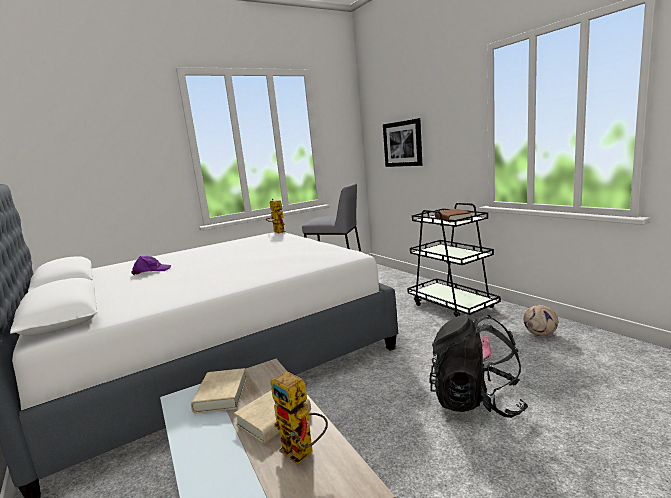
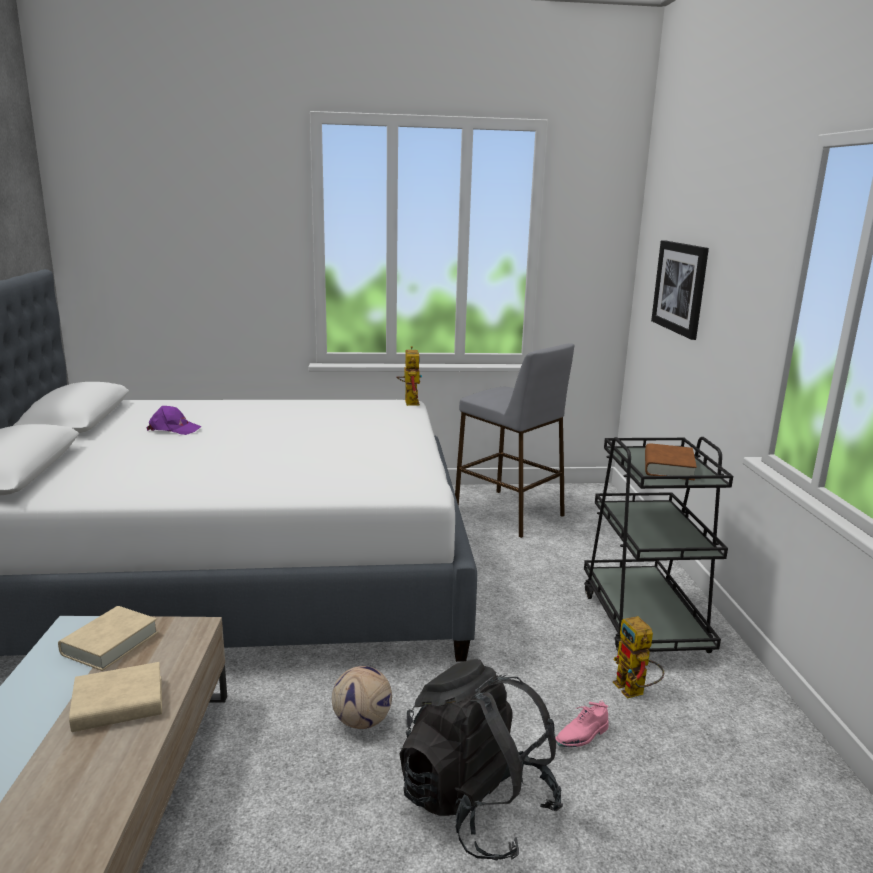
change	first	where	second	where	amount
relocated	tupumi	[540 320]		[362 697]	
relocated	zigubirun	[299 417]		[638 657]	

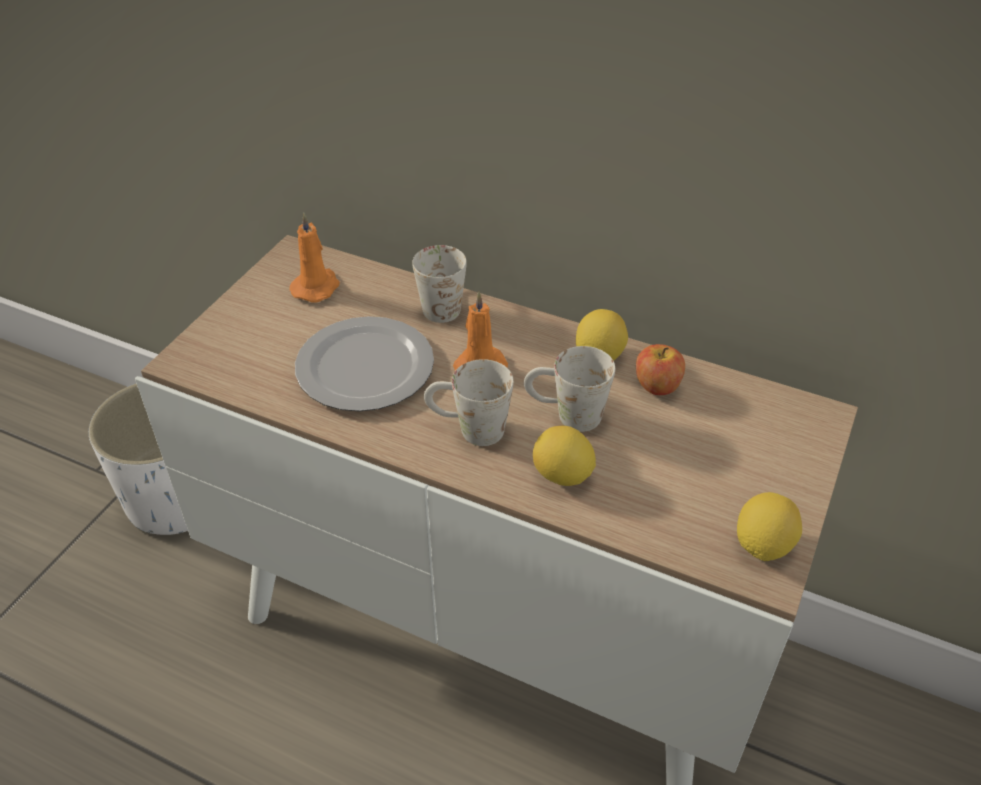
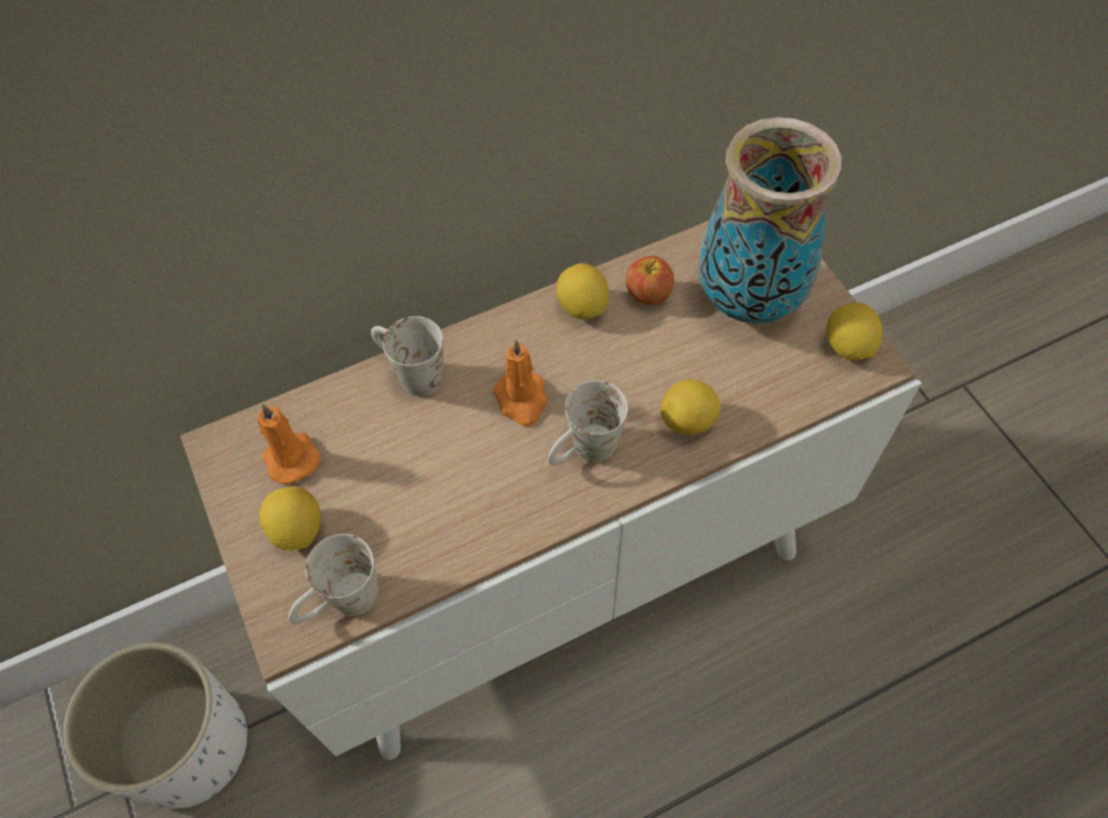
change	first	where	second	where	amount
appeared			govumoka	[290 518]	
relocated	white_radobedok	[569 389]		[333 579]	
appeared			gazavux	[770 220]	
missing	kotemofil	[364 364]			

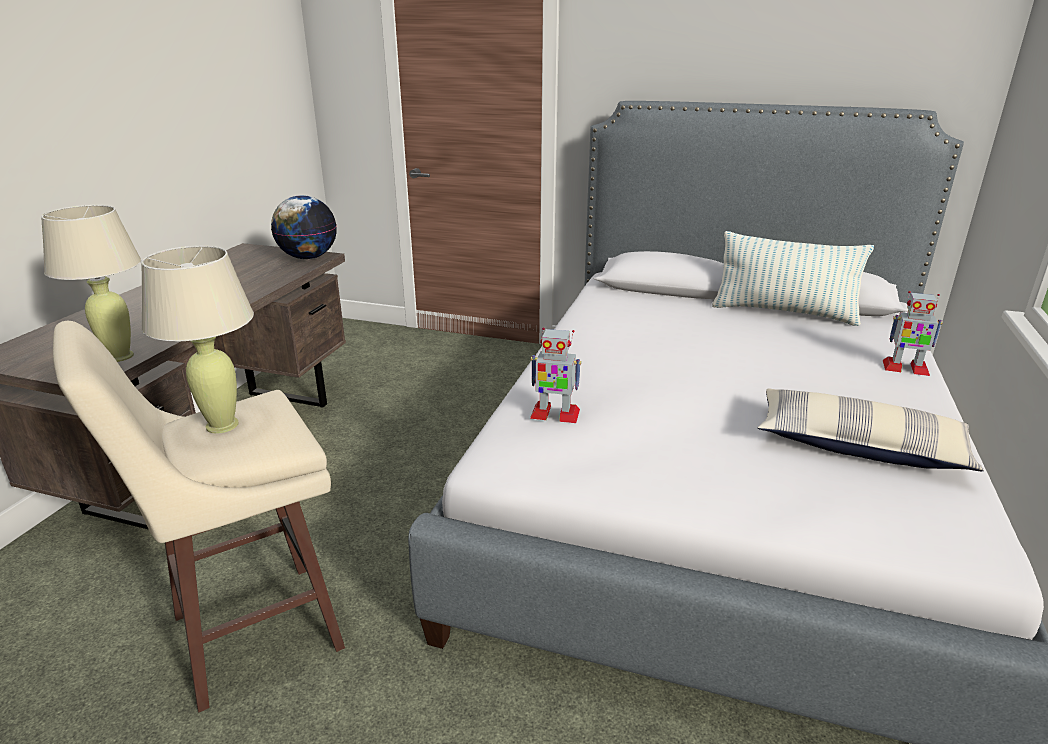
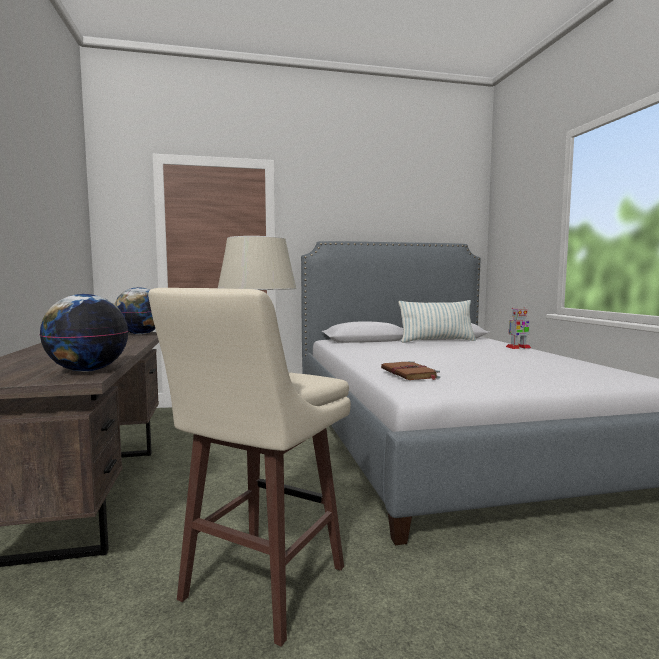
change	first	where	second	where	amount
exchanged	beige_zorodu	[91 283]	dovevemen	[84 333]	
exchanged	zigubirun	[555 375]	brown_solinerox	[410 370]	
missing	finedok	[871 429]			

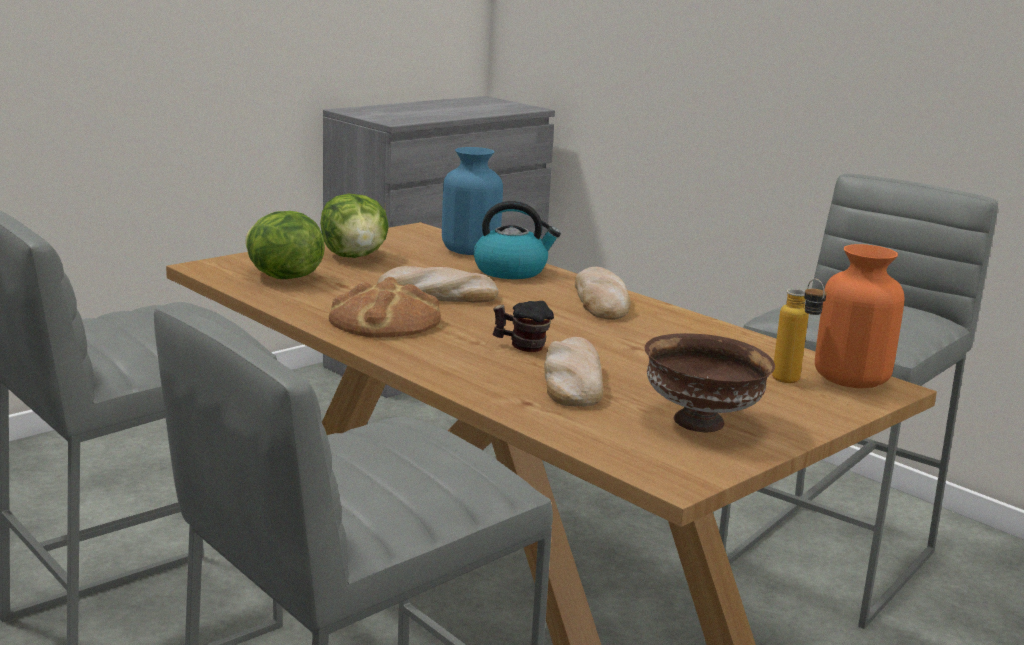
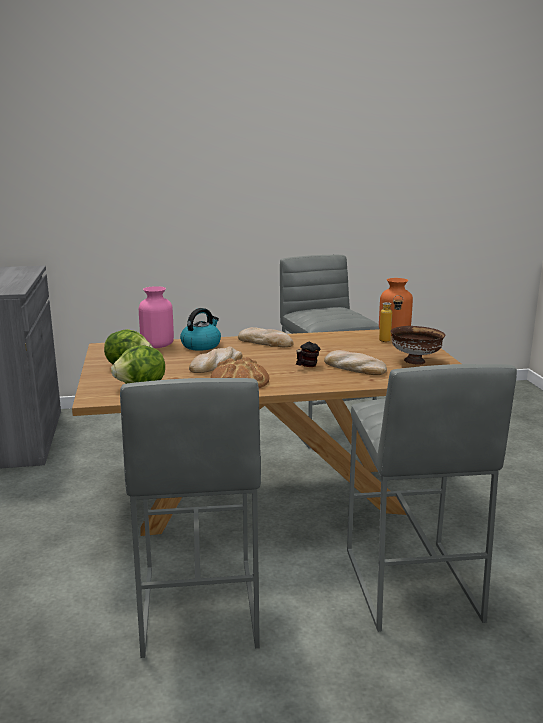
change	first	where	second	where	amount
colour	blue_gazavux	[472 201]	pink_gazavux	[156 317]	

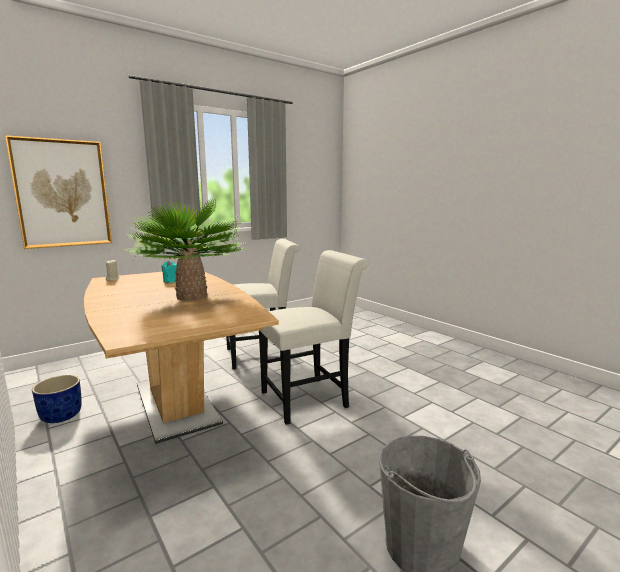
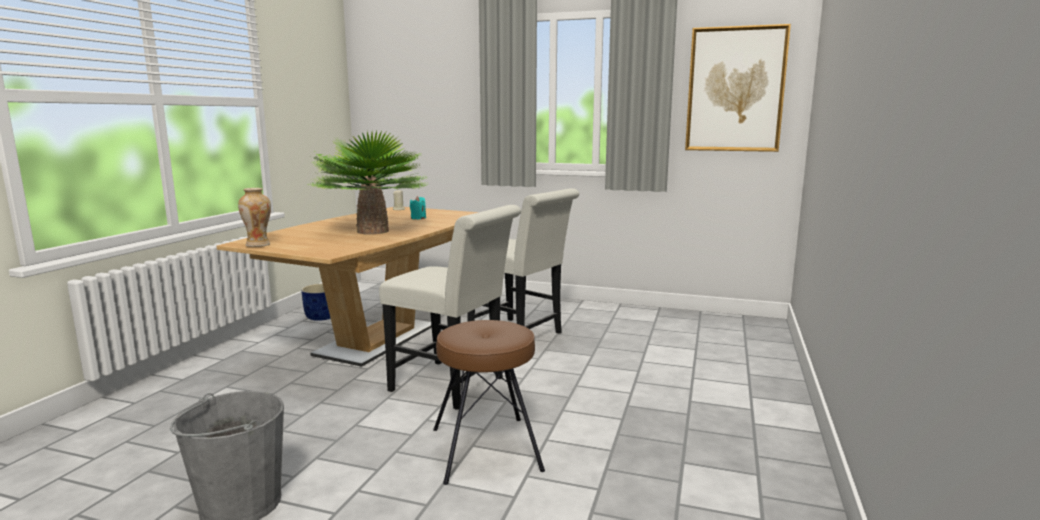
change	first	where	second	where	amount
appeared			gazavux	[254 217]	
appeared			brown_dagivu	[489 402]	
relocated	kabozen	[58 192]		[738 88]	

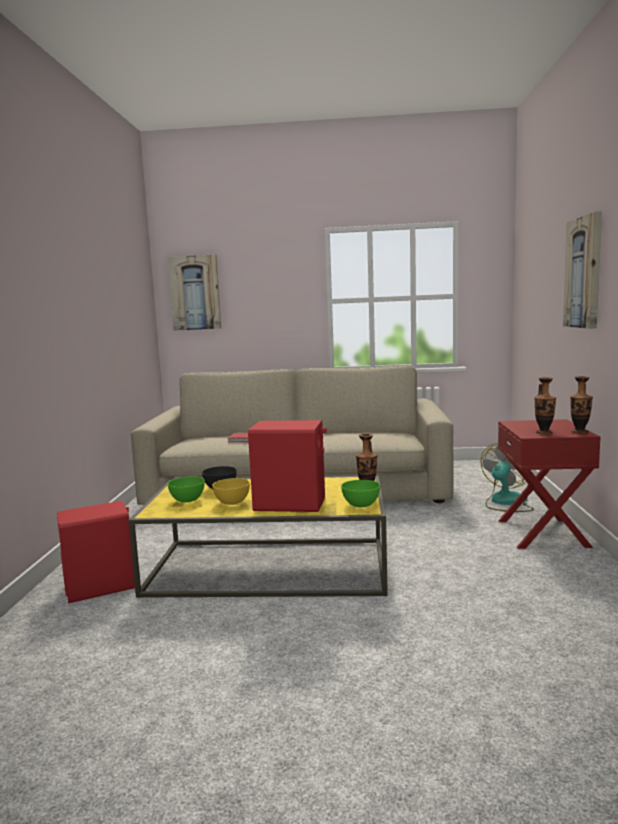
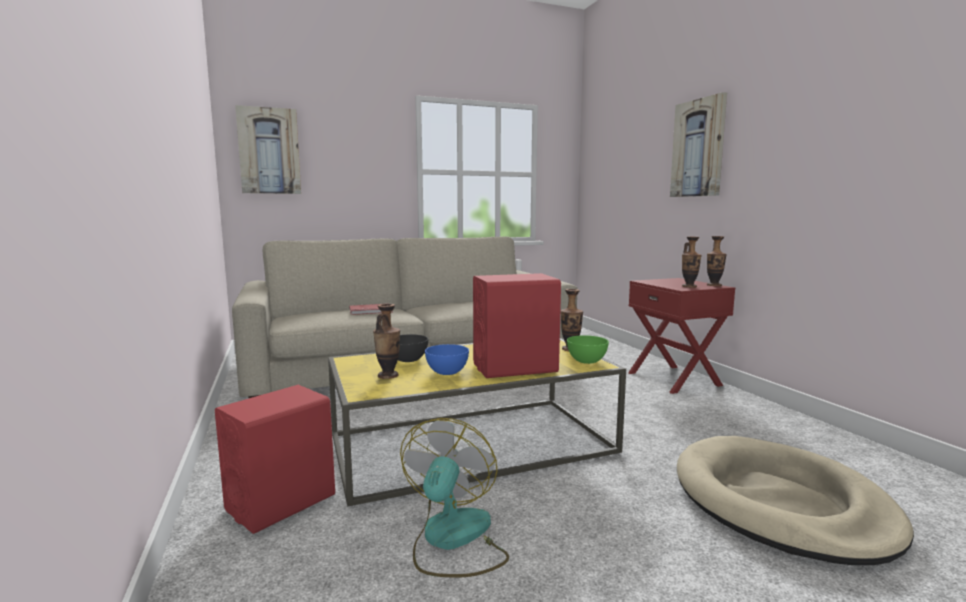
change	first	where	second	where	amount
exchanged	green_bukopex	[186 490]	gazavux	[386 341]	
relocated	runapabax	[507 477]		[454 498]	
colour	yellow_bukopex	[231 491]	blue_bukopex	[447 359]	
appeared			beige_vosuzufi	[795 500]	

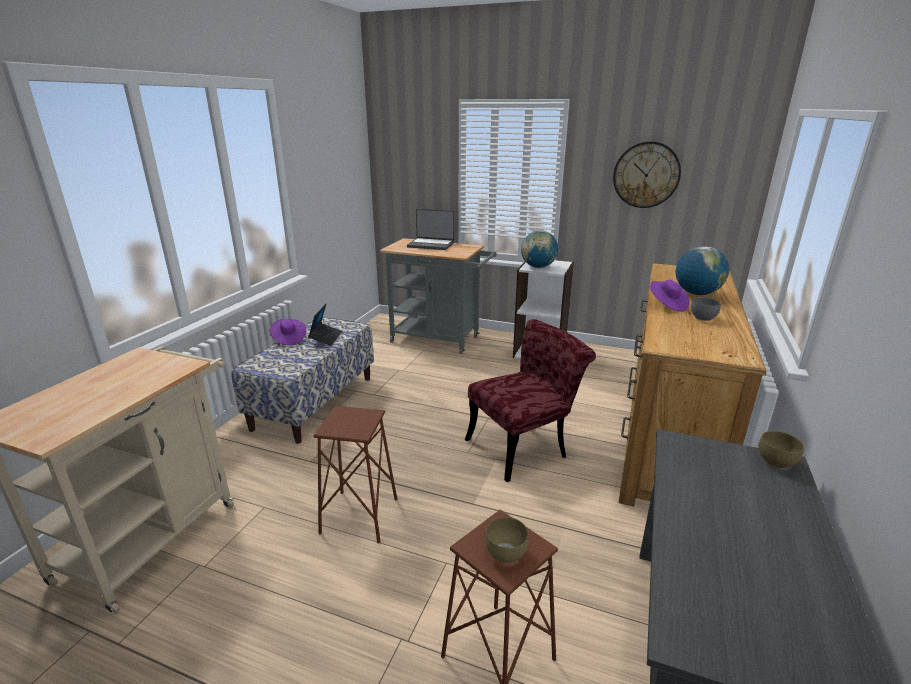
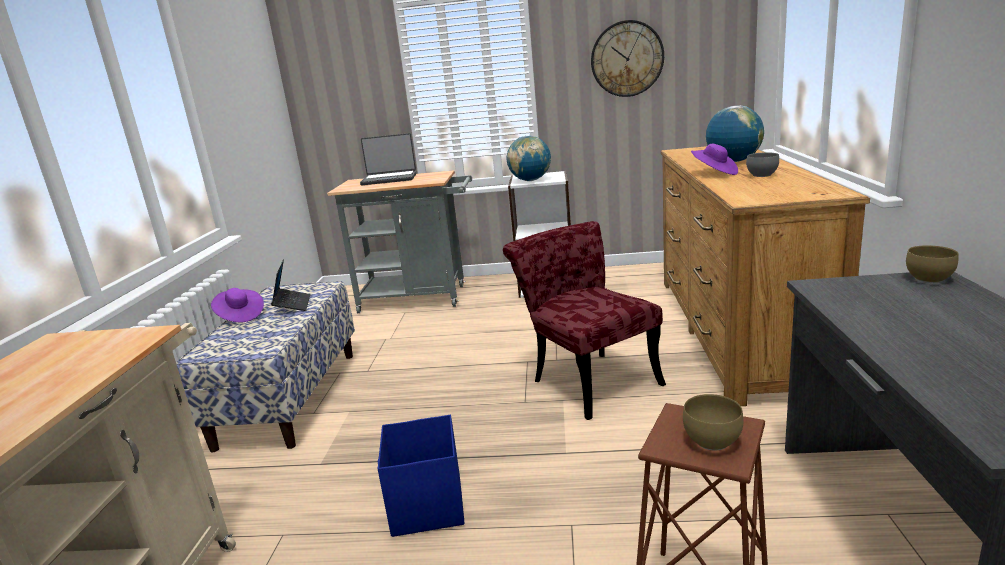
change	first	where	second	where	amount
exchanged	brown_dagivu	[355 475]	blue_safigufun	[421 476]	
spun	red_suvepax	[530 400]		[584 320]	75 degrees counterclockwise

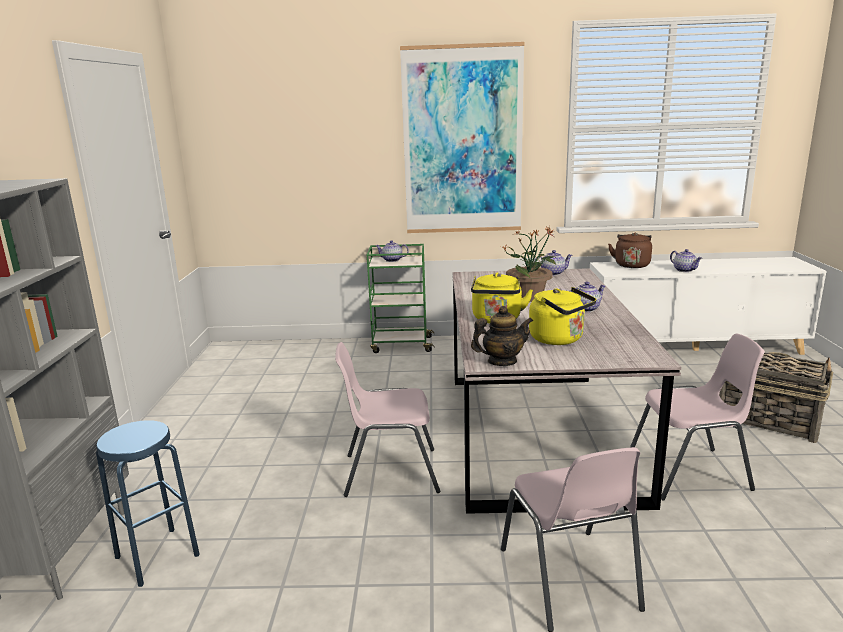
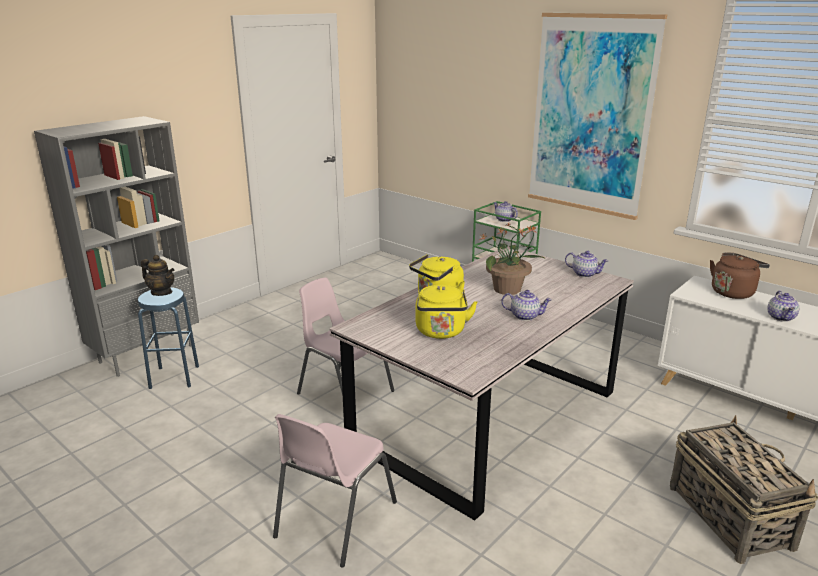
change	first	where	second	where	amount
relocated	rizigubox	[502 336]		[158 275]	
missing	pink_suvepax	[697 416]			

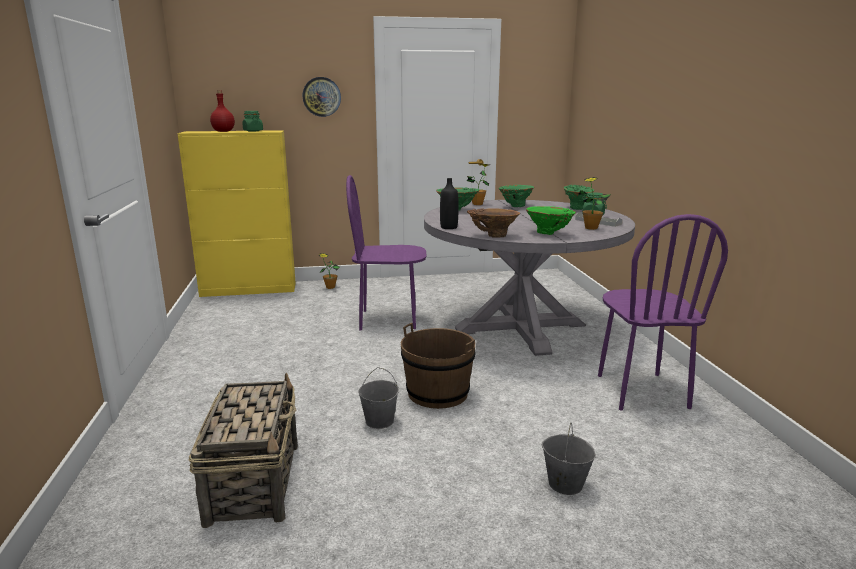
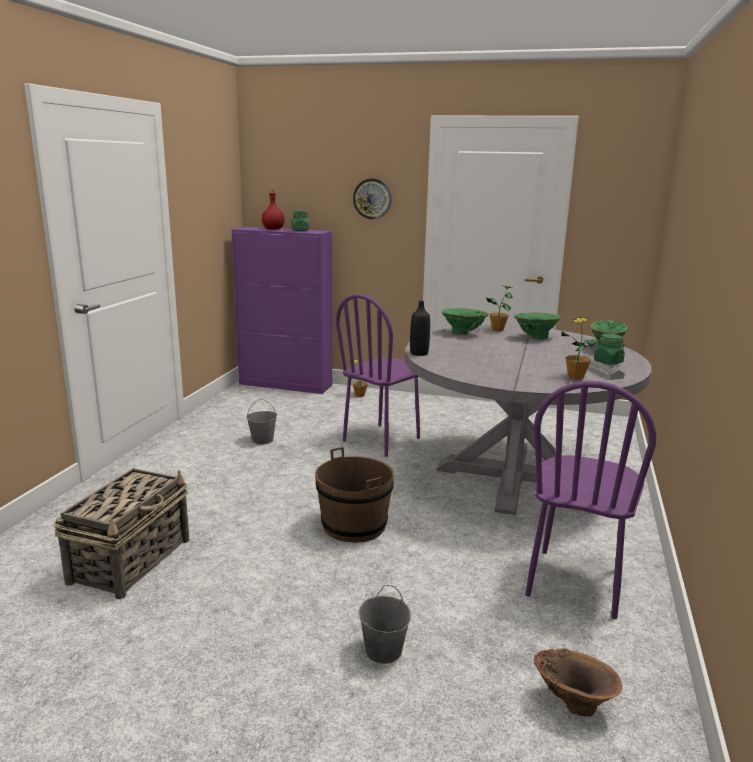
change	first	where	second	where	amount
colour	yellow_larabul	[236 213]	purple_larabul	[281 310]	
relocated	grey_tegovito	[378 398]		[261 421]	
spun	purple_suvepax	[386 253]		[378 375]	75 degrees counterclockwise
relocated	brown_gazavux	[493 223]		[578 682]	
missing	green_gazavux	[551 220]			

